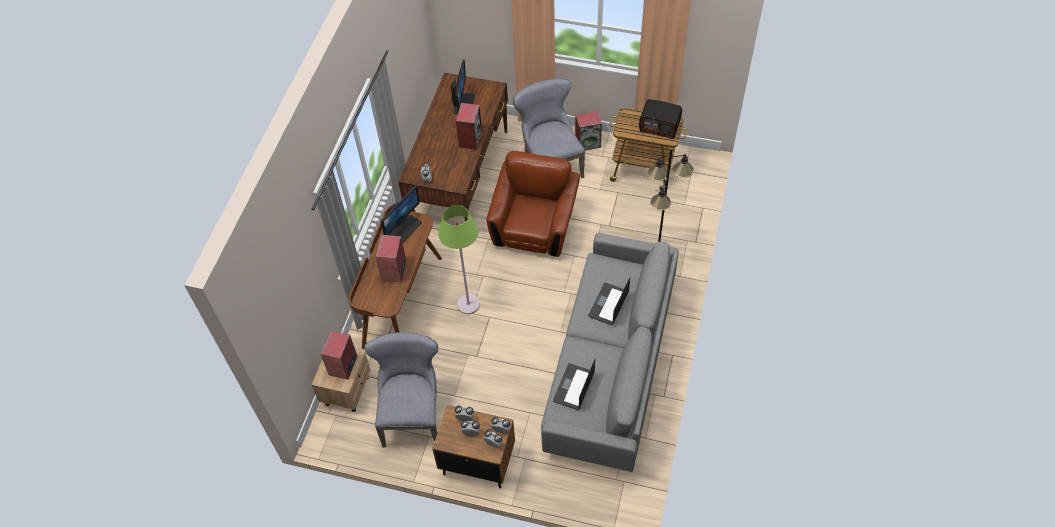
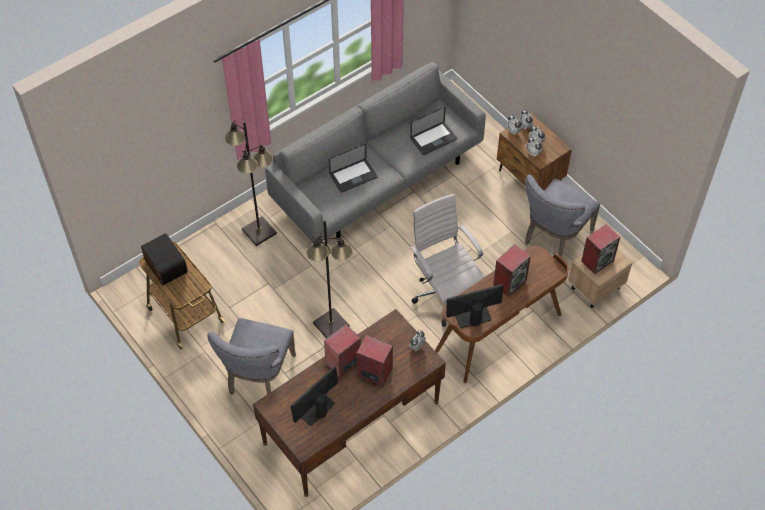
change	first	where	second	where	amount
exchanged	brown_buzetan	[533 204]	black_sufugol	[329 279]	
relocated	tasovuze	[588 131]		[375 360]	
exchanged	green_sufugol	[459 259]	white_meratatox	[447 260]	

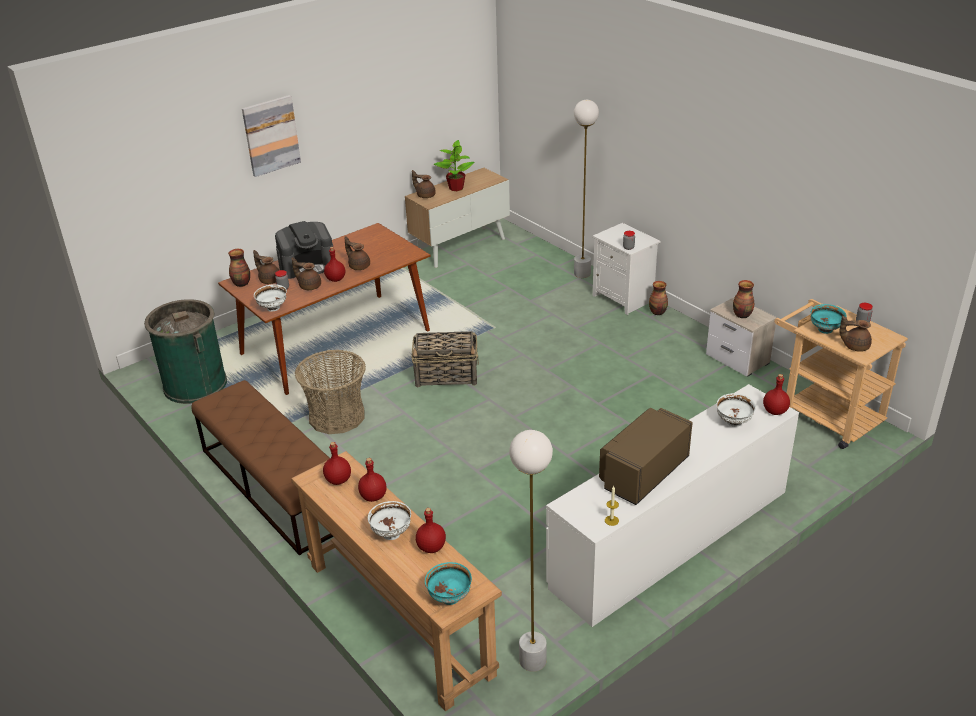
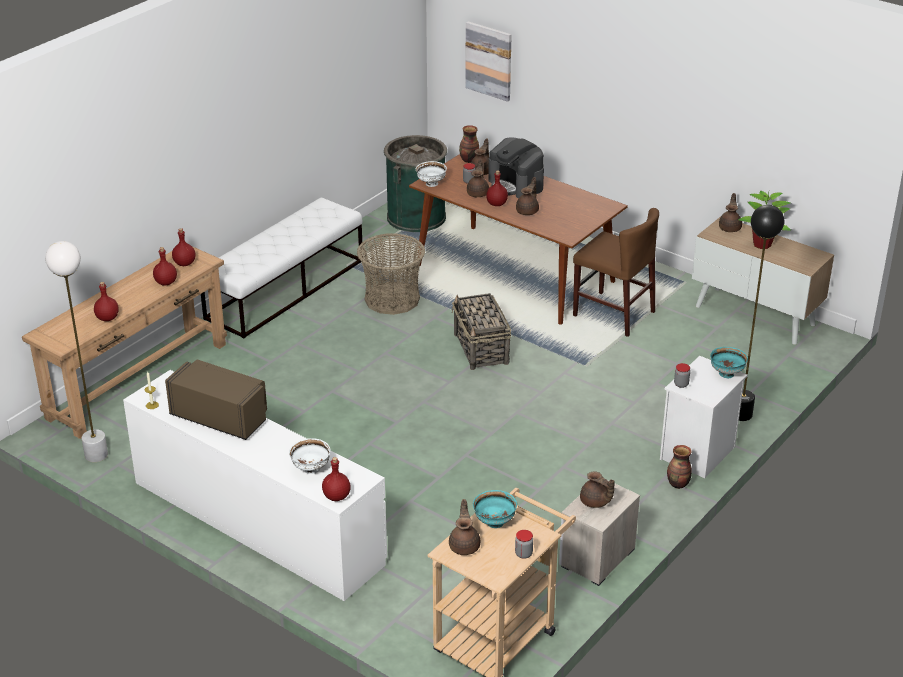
change	first	where	second	where	amount
colour	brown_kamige	[262 467]	white_kamige	[282 268]	
relocated	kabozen	[271 136]		[488 61]	
appeared			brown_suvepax	[616 272]	
exchanged	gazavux	[743 299]	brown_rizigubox	[597 490]	
relocated	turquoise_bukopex	[448 583]		[729 362]	
colour	white_sufugol	[586 189]	black_sufugol	[762 313]	
missing	white_bukopex	[389 520]			

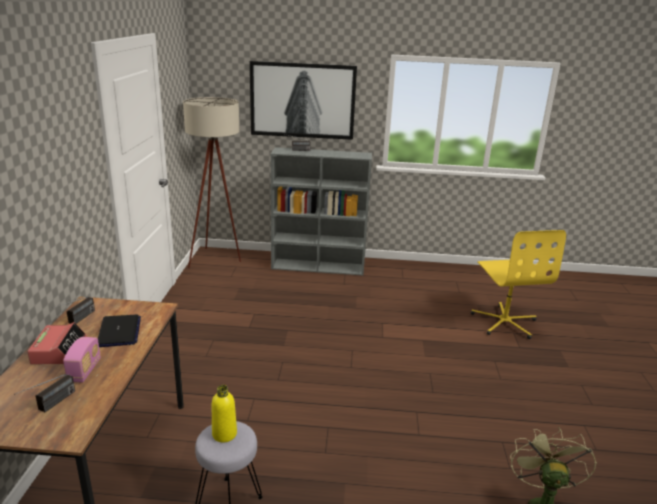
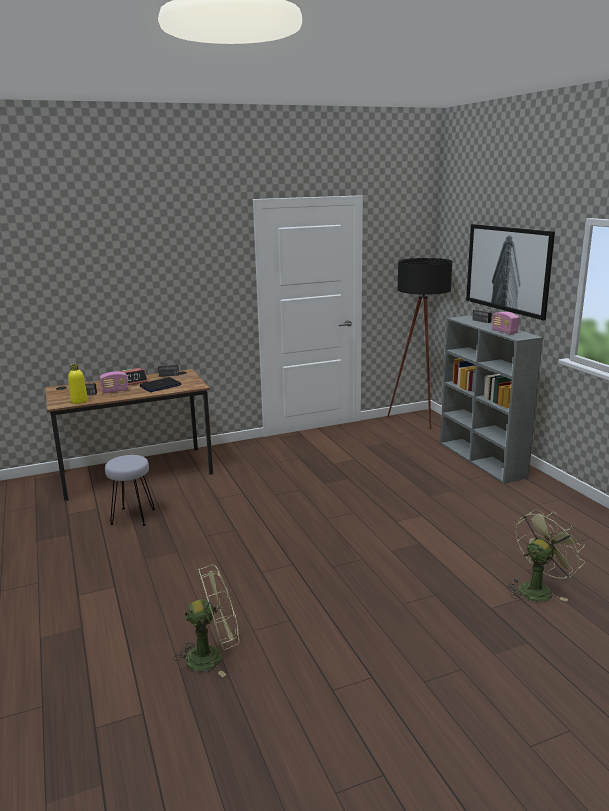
change	first	where	second	where	amount
relocated	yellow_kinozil	[224 413]		[78 384]	
colour	beige_sufugol	[212 182]	black_sufugol	[419 343]	
appeared			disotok	[505 323]	
exchanged	yellow_meratatox	[518 284]	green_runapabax	[546 555]	

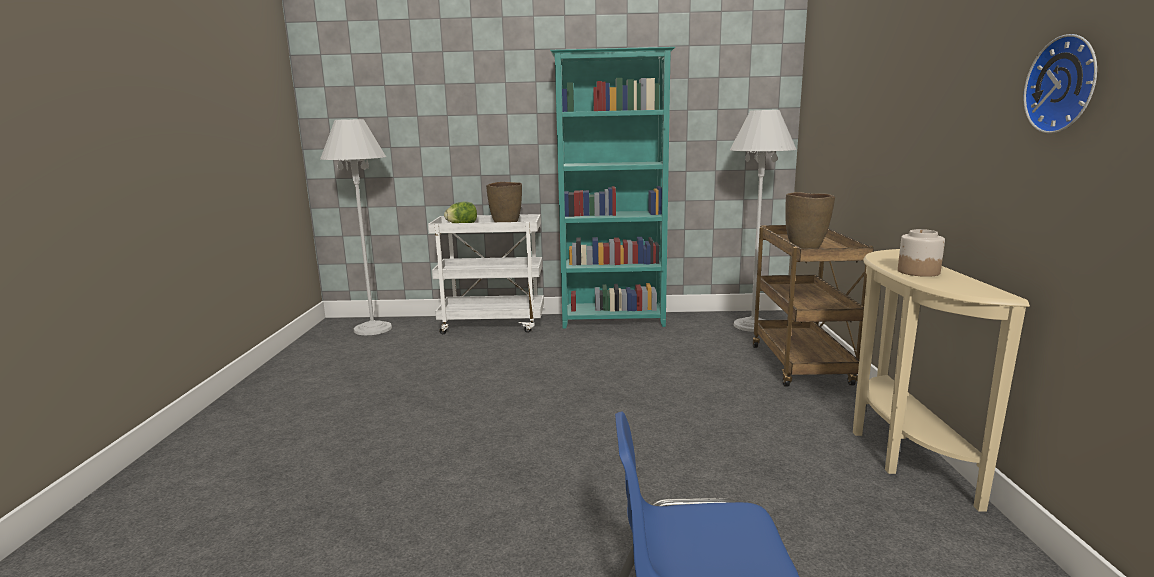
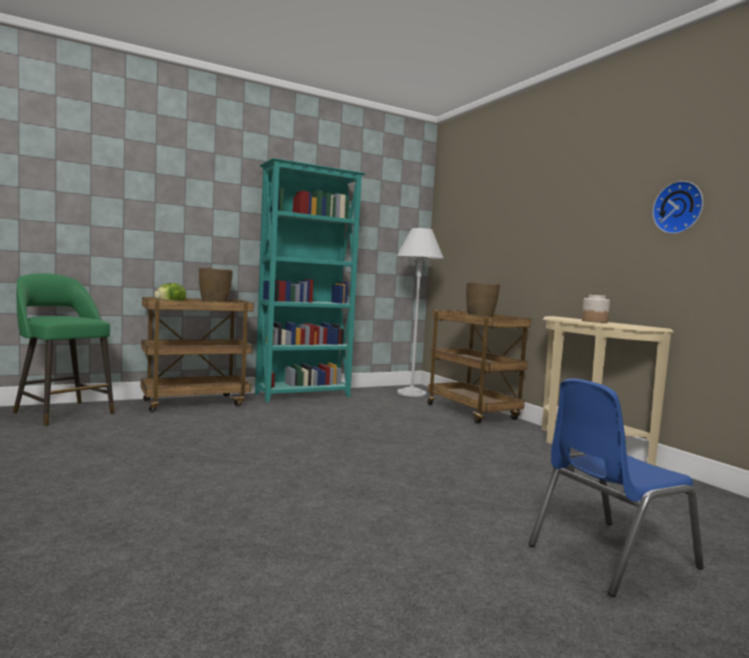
change	first	where	second	where	amount
exchanged	white_sufugol	[356 227]	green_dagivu	[63 349]	
colour	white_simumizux	[486 274]	brown_simumizux	[197 354]	

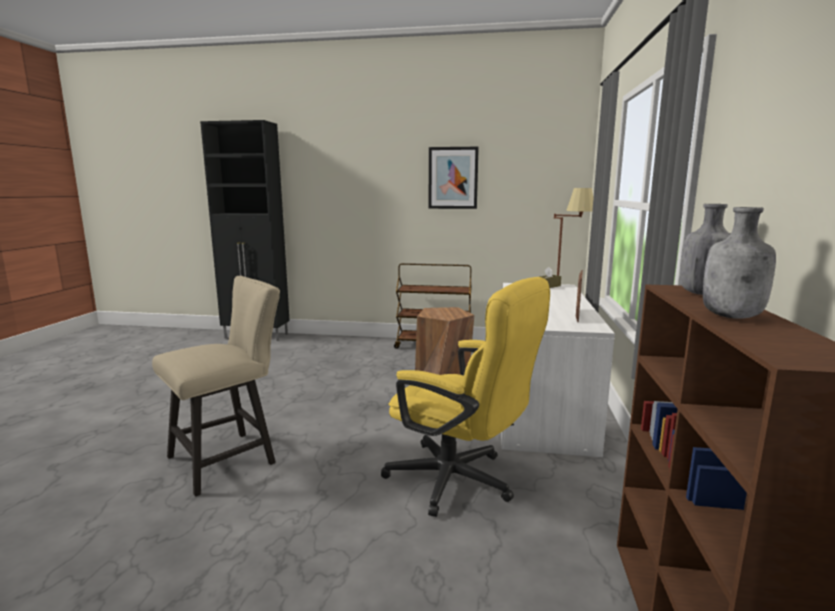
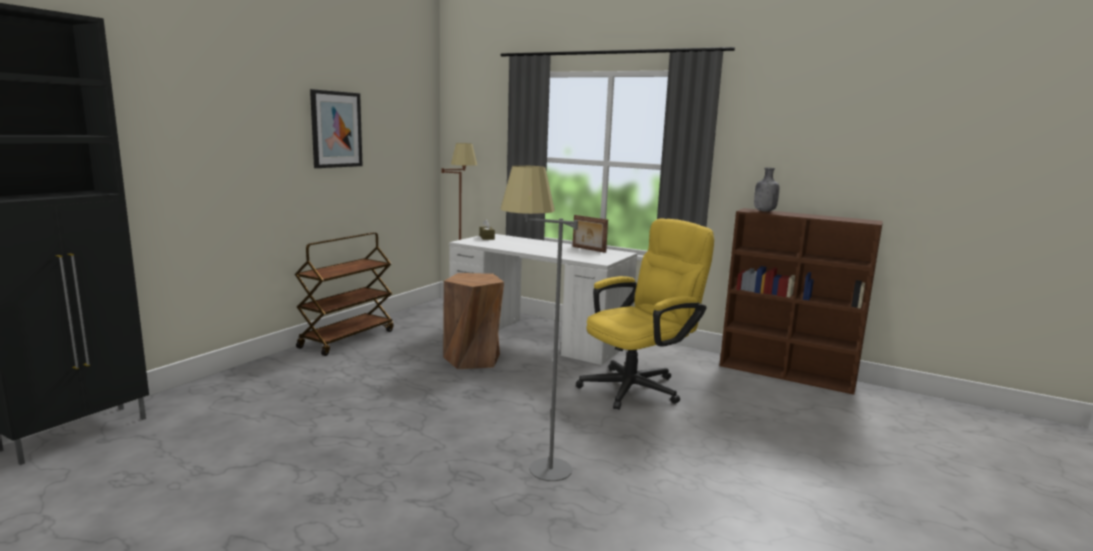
change	first	where	second	where	amount
exchanged	beige_suvepax	[216 386]	grey_sufugol	[539 323]	
missing	grey_kinozil	[739 263]			

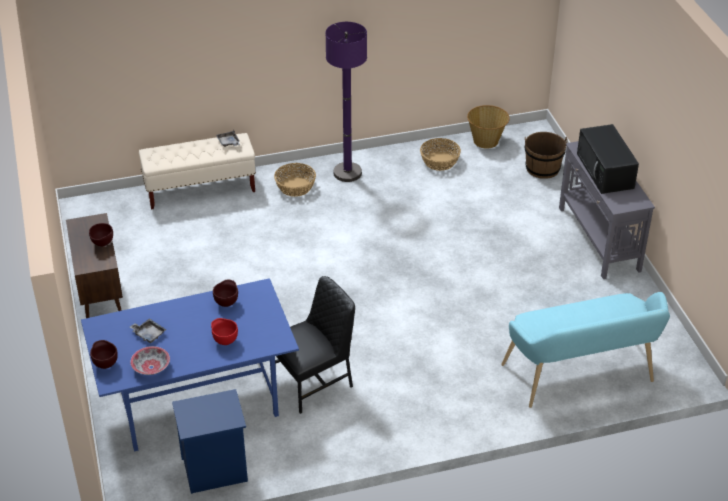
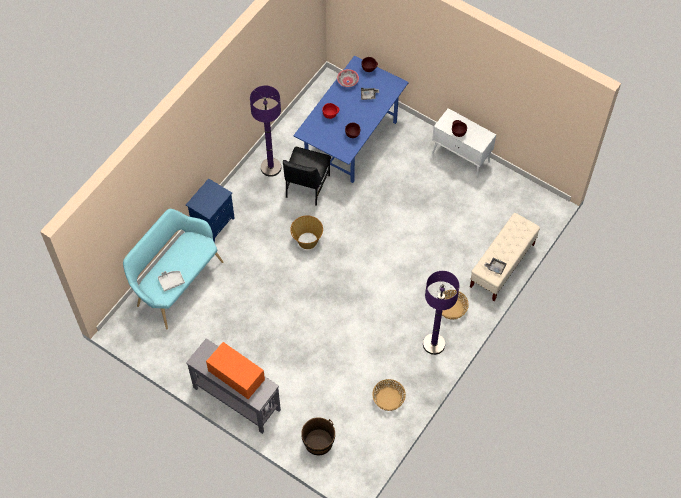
change	first	where	second	where	amount
appeared			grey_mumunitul	[171 281]	
relocated	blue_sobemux	[210 441]		[210 210]	
colour	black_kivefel	[608 159]	orange_kivefel	[235 370]	
appeared			purple_sufugol	[265 131]	
relocated	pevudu	[488 127]		[306 232]	
colour	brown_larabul	[94 265]	white_larabul	[464 143]	

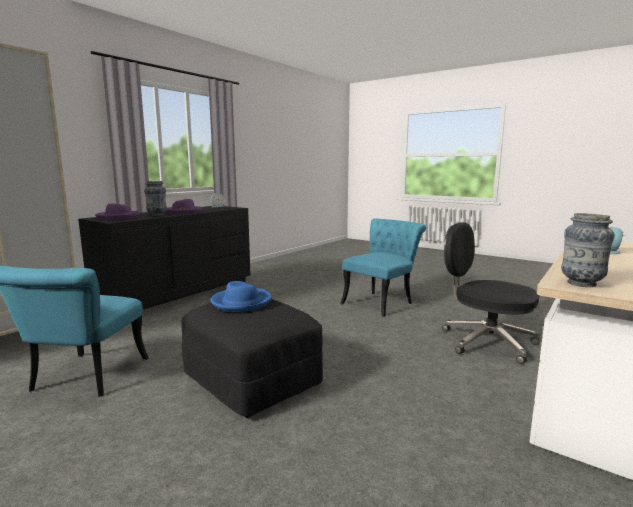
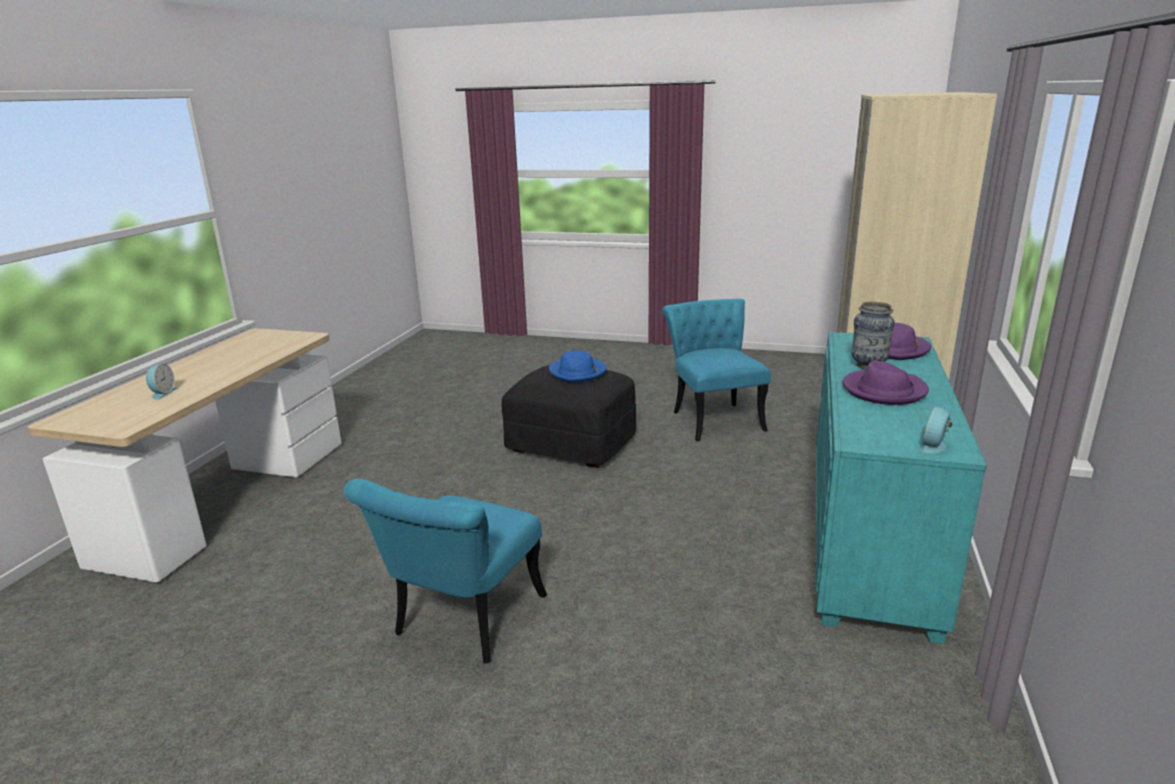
change	first	where	second	where	amount
colour	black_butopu	[164 257]	turquoise_butopu	[901 488]	
missing	black_meratatox	[491 293]			
missing	gazavux	[588 250]			

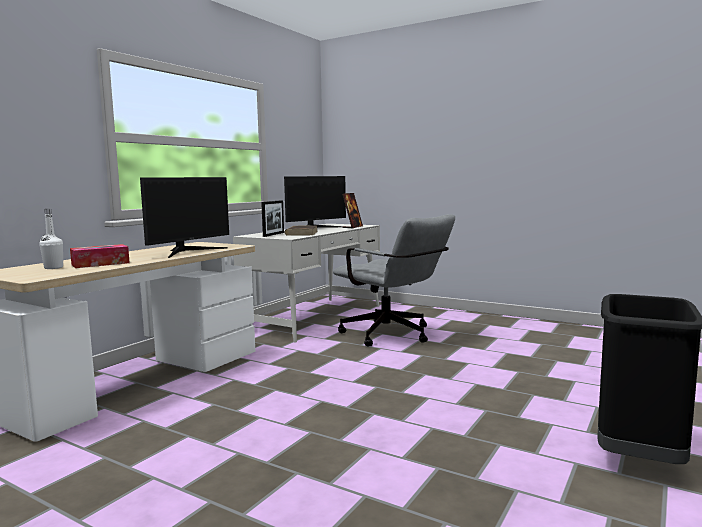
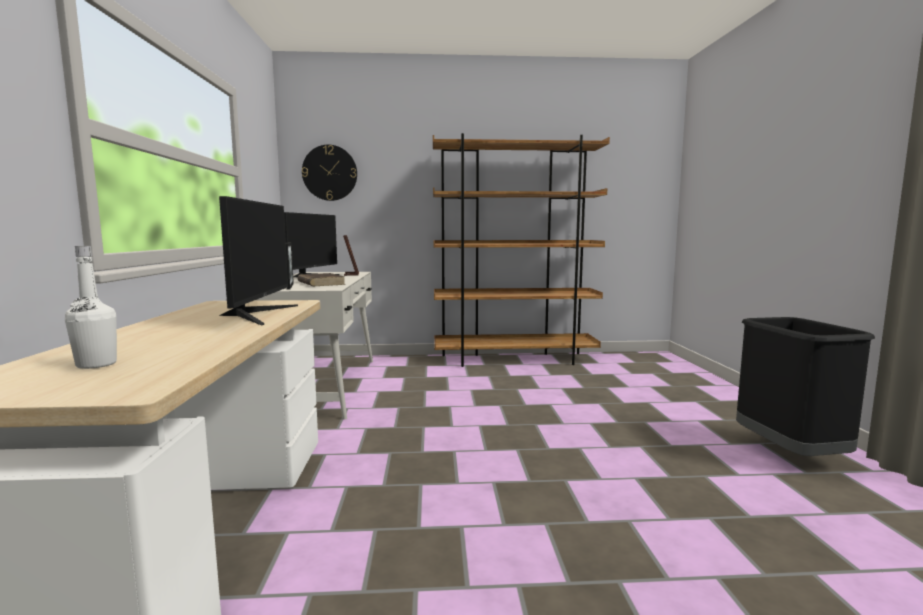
change	first	where	second	where	amount
appeared			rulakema	[329 173]	
appeared			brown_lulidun	[521 250]	
missing	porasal	[100 256]			
missing	grey_meratatox	[394 280]			

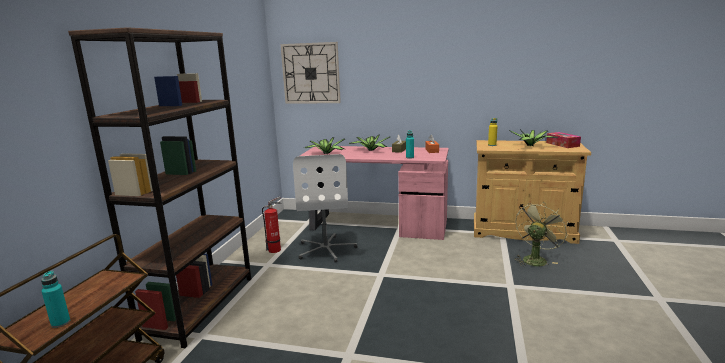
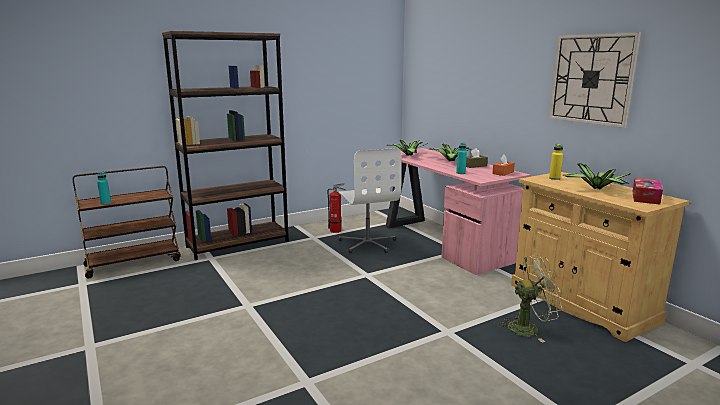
change	first	where	second	where	amount
spun	white_meratatox	[325 208]		[370 200]	60 degrees counterclockwise
relocated	rulakema	[311 73]		[595 80]	

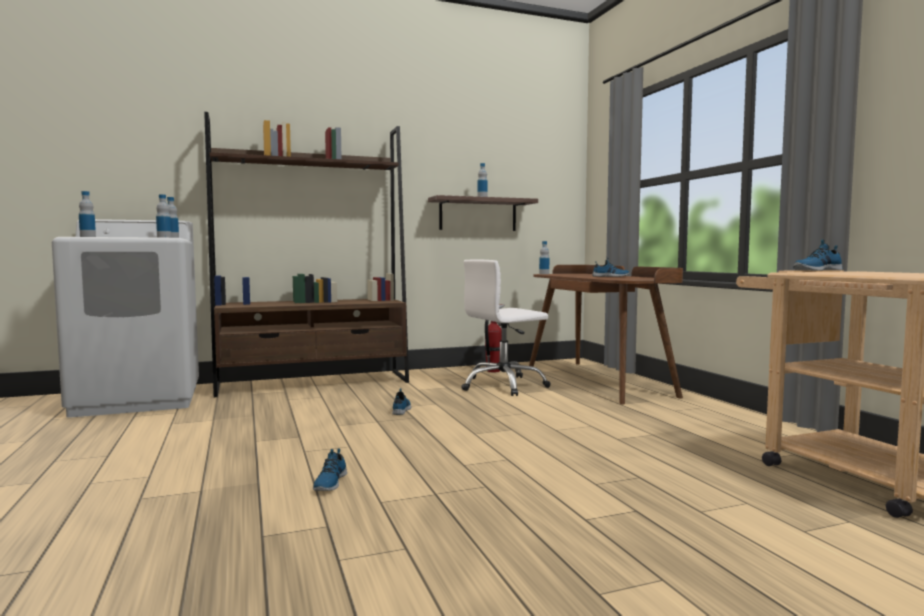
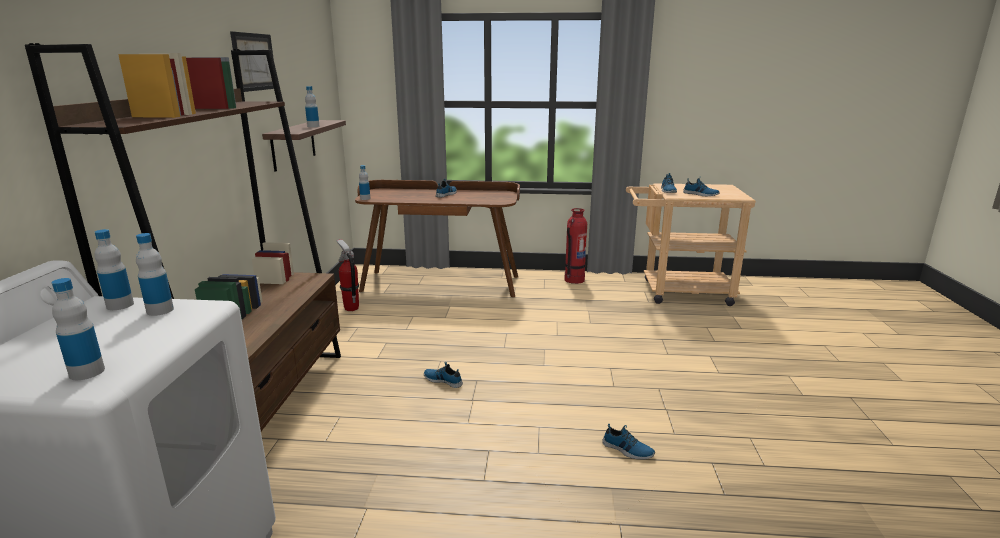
change	first	where	second	where	amount
appeared			kabozen	[252 61]	
appeared			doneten	[575 246]	
appeared			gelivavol	[701 186]	
missing	white_meratatox	[506 328]			

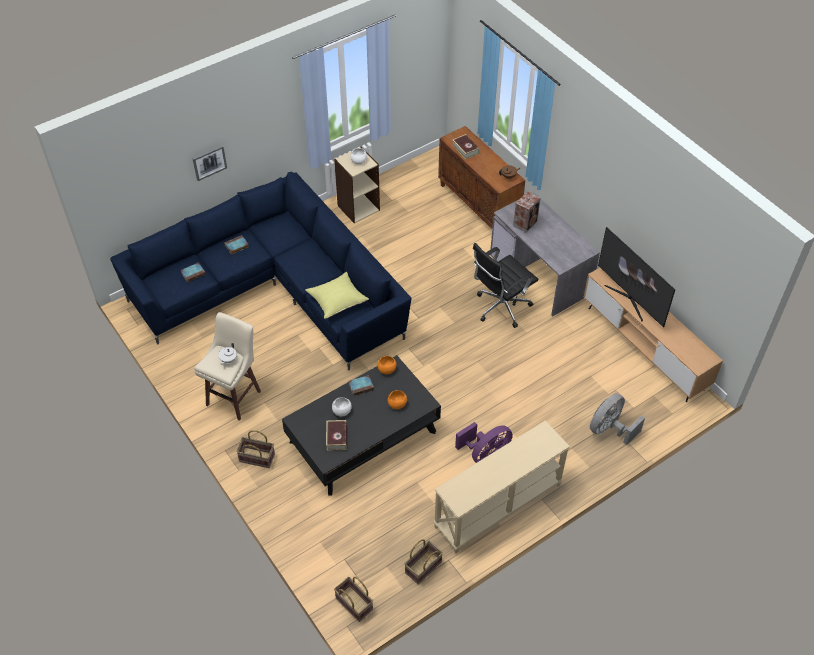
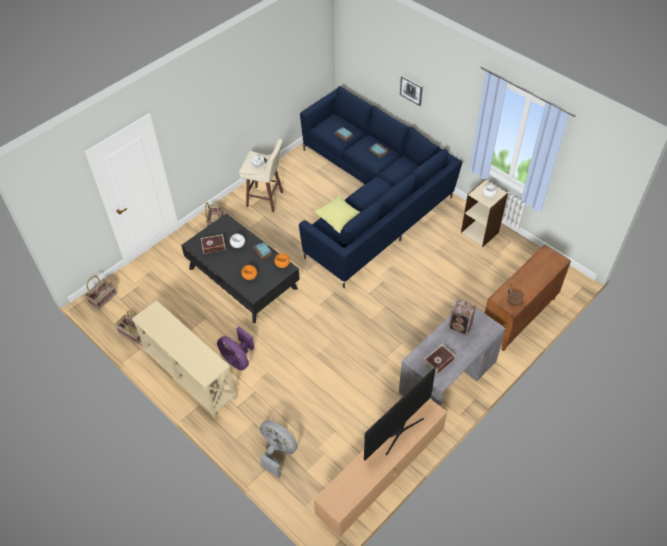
change	first	where	second	where	amount
relocated	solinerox	[466 147]		[439 359]	
missing	black_meratatox	[505 285]			

